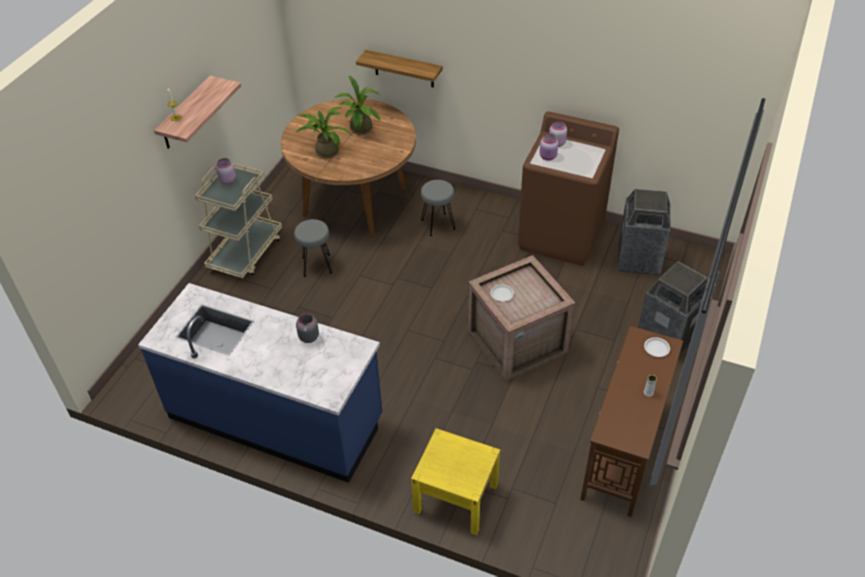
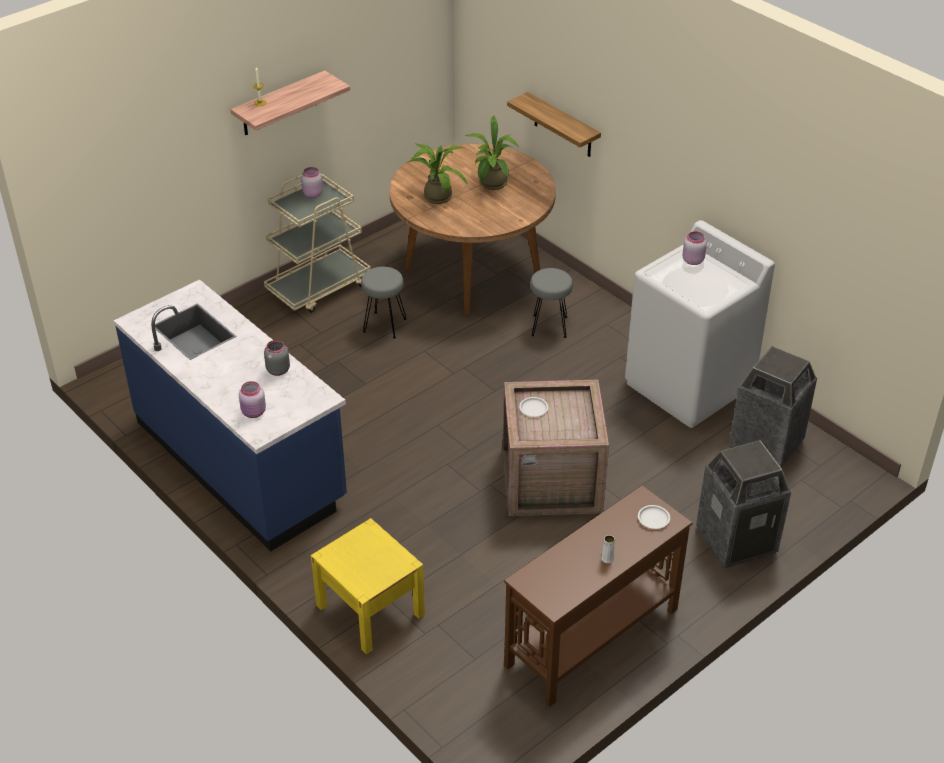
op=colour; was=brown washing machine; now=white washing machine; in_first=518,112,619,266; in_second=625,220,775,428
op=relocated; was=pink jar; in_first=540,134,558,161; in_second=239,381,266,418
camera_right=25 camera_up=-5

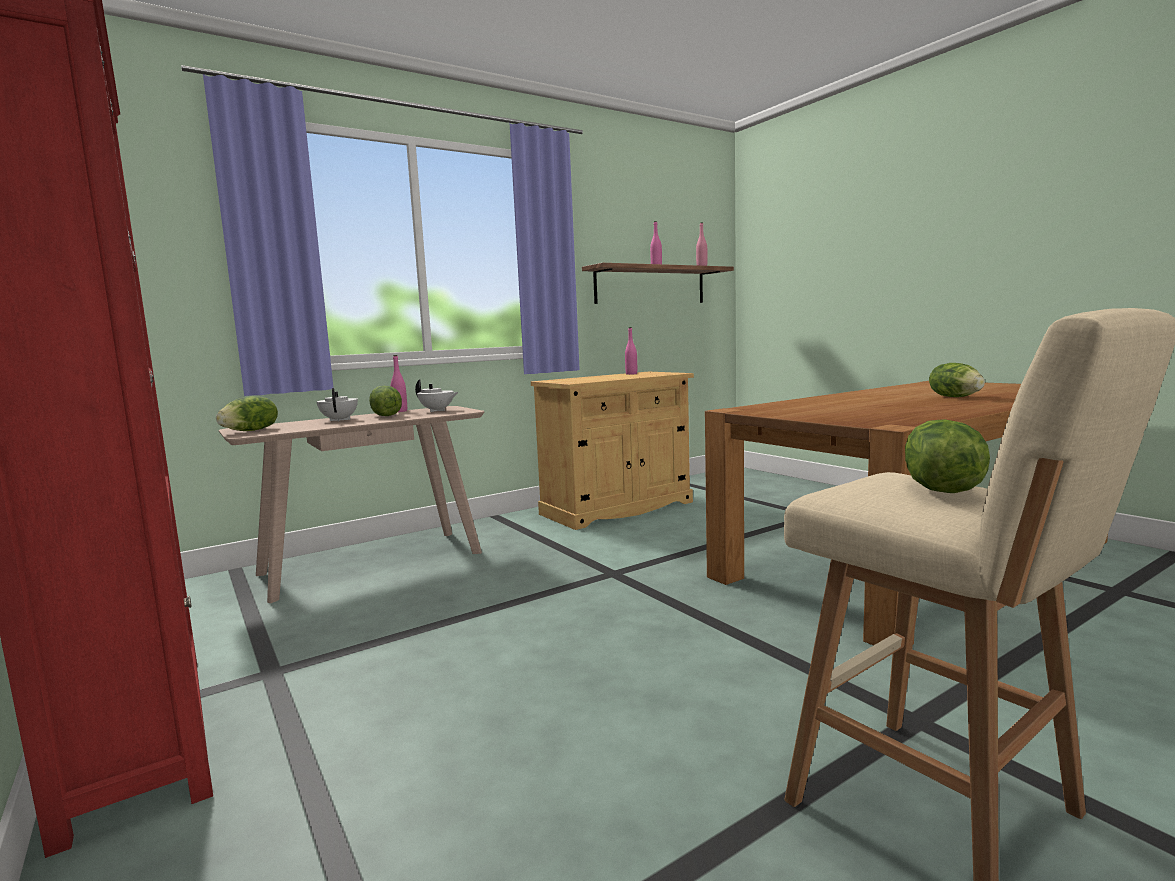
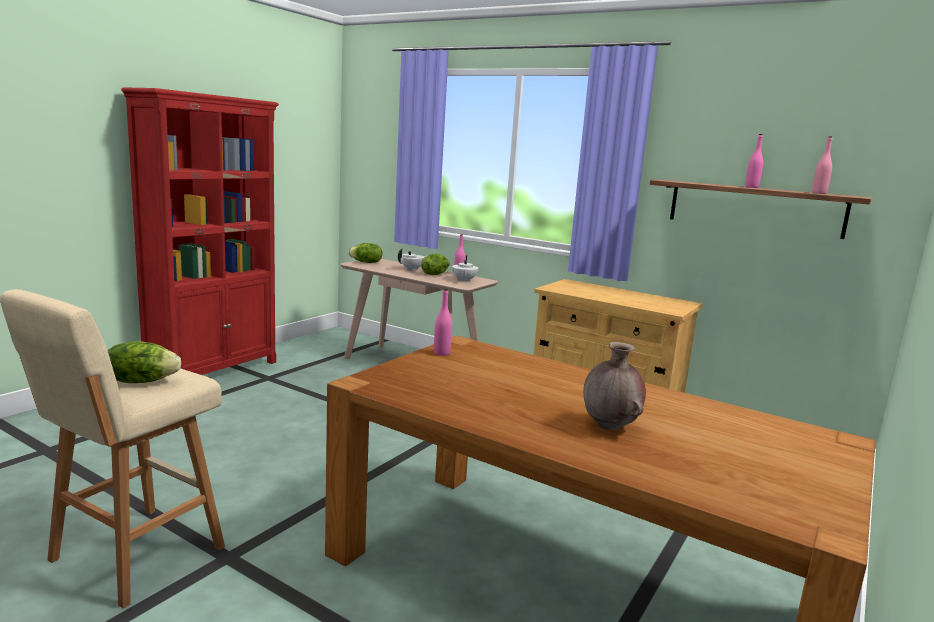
op=relocated; was=pink bottle; in_first=625,327,637,375; in_second=434,289,452,356
op=exchanged; was=lettuce; now=brown vase; in_first=929,363,985,397; in_second=583,342,646,431
camera_right=65 camera_up=5

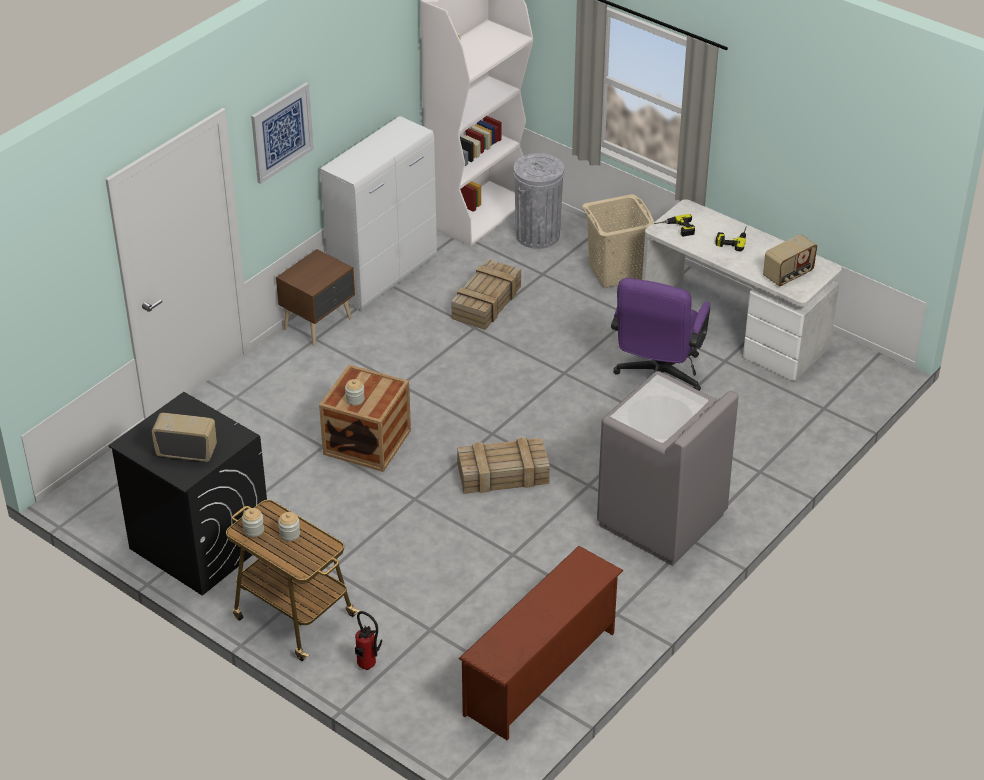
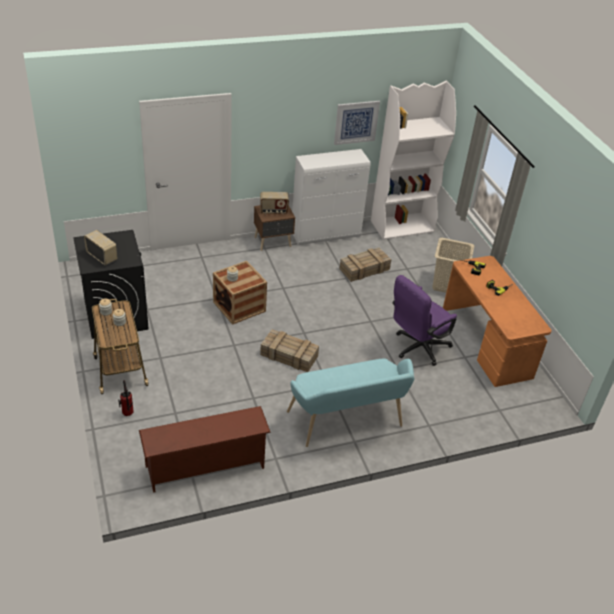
op=relocated; was=picture; in_first=251,82,314,184; in_second=334,101,380,145
op=missing; was=grey trash can; in_first=514,153,564,249
op=colour; was=white desk; now=orange desk; in_first=642,199,842,381; in_second=443,256,552,387
op=relocated; was=radio; in_first=763,234,817,286; in_second=260,192,289,214
op=exchanged; was=grey washing machine; now=turquoise bench; in_first=597,371,739,566; in_second=287,359,414,447
camera_right=30 camera_up=0

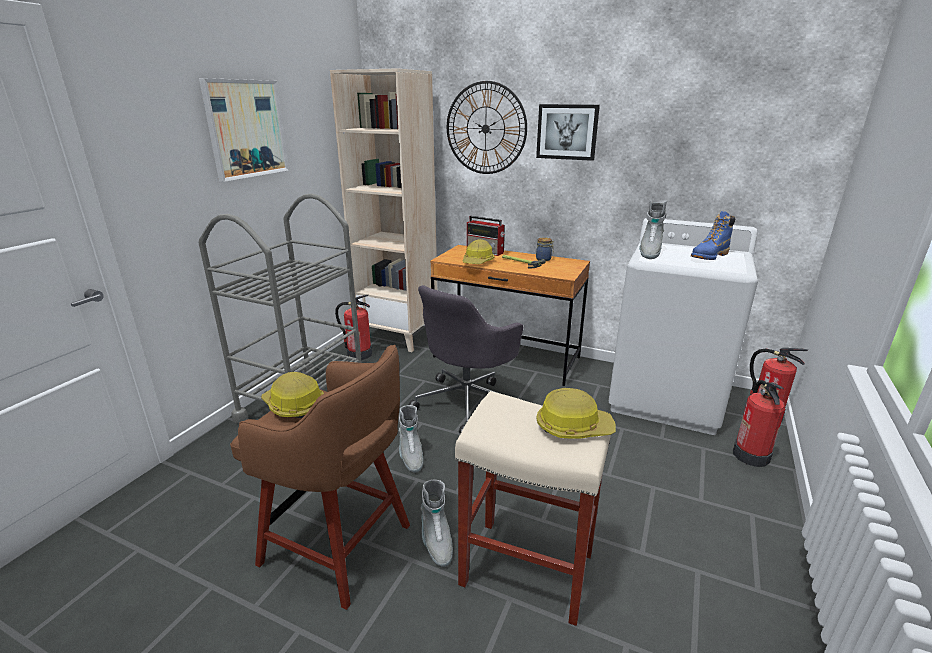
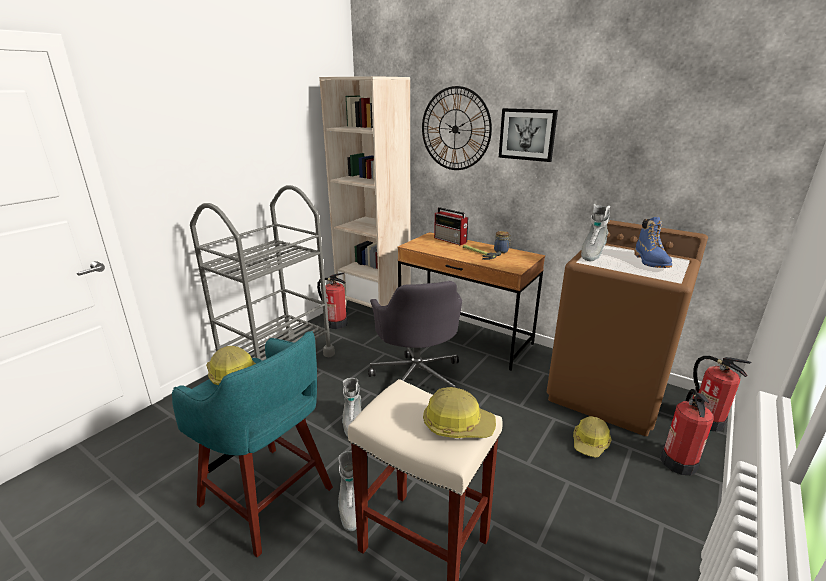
op=missing; was=picture; in_first=199,78,289,182
op=spun; was=blue boot; in_first=691,211,735,260; in_second=634,217,672,268; clockwise=-60
op=colour; was=white washing machine; now=brown washing machine; in_first=609,218,758,435; in_second=547,220,708,436
op=relocated; was=hard hat; in_first=462,239,495,264; in_second=573,416,612,458
op=spun; was=grey office chair; in_first=409,285,523,434; in_second=368,281,462,388; clockwise=-60
op=colour; was=brown stool; now=turquoise stool; in_first=230,345,410,610; in_second=172,331,333,557
camera_right=10 camera_up=0

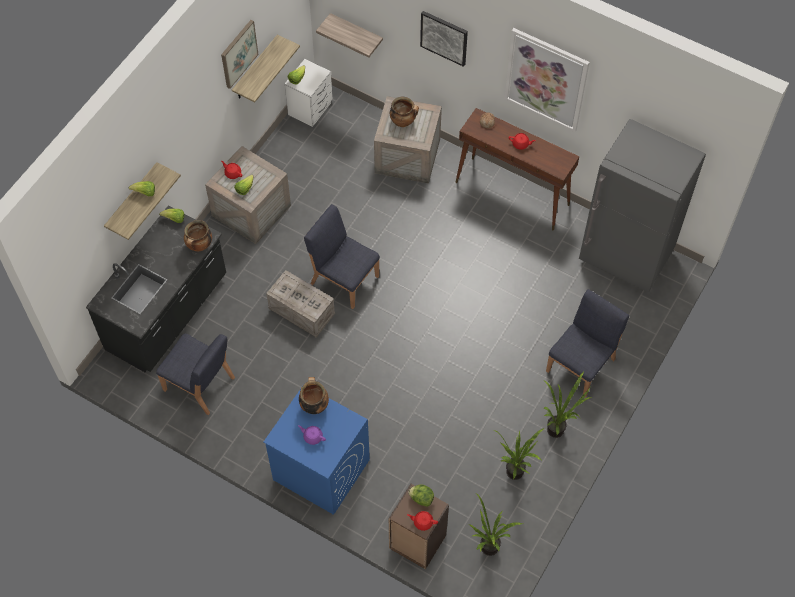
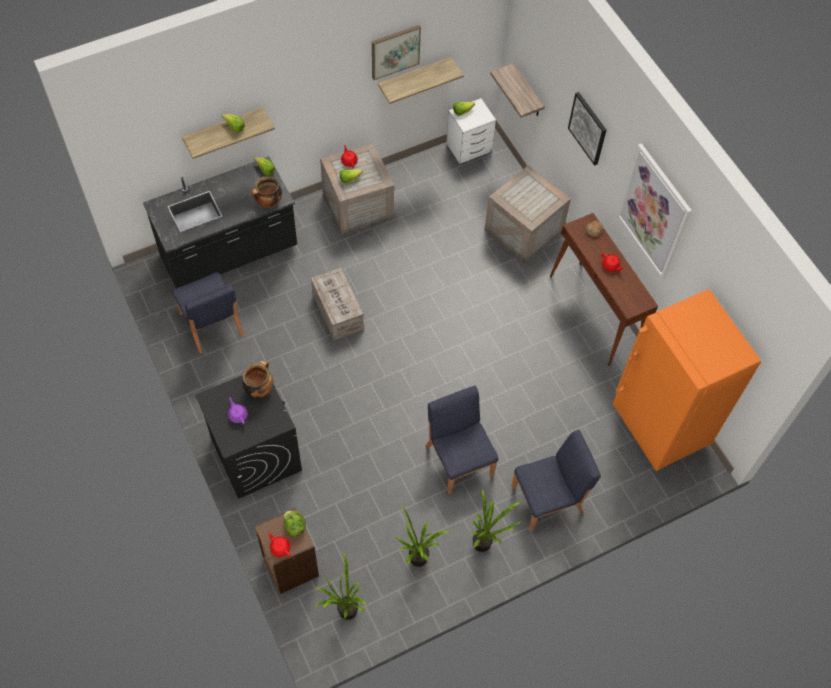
op=missing; was=cooking pot; in_first=390,97,419,127
op=colour; was=grey fridge; now=orange fridge; in_first=579,119,706,293; in_second=613,289,761,471
op=relocated; was=blue chair; in_first=304,204,380,309; in_second=425,386,498,494
op=colour; was=blue washing machine; now=black washing machine; in_first=263,387,370,515; in_second=195,375,302,499
camera_right=30 camera_up=0

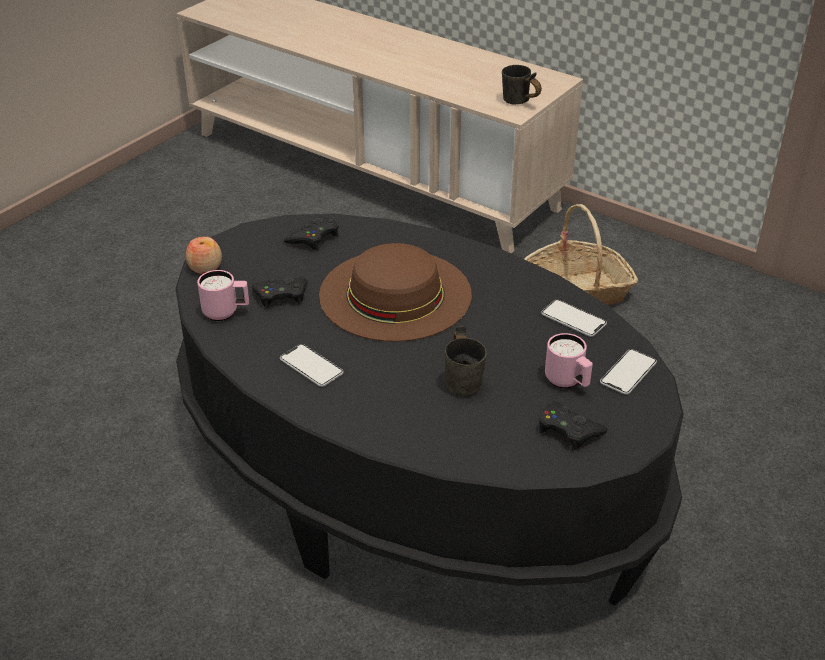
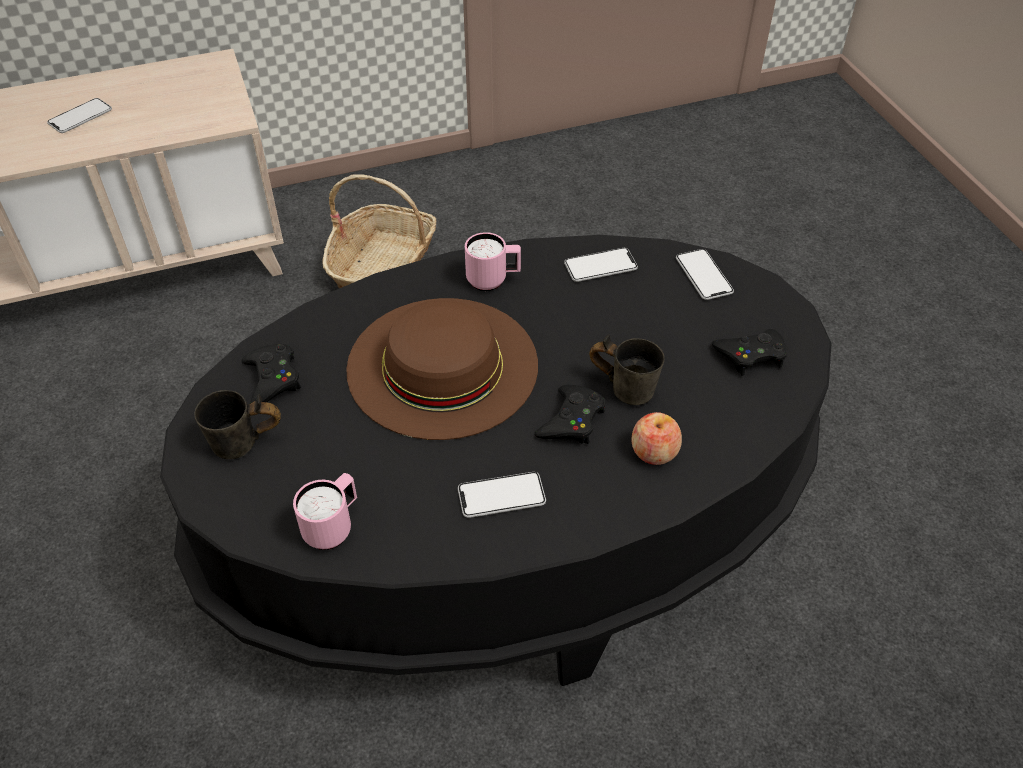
op=relocated; was=grey mug; in_first=502,65,542,104; in_second=194,390,281,459
op=relocated; was=apple; in_first=186,237,222,274; in_second=632,412,682,465
op=relocated; was=black game controller; in_first=252,277,308,309; in_second=534,385,606,444
op=relocated; was=pink mug; in_first=545,333,593,388; in_second=465,232,521,291
op=appeared; now=phone; in_second=47,98,112,133
camera_right=-55 camera_up=10

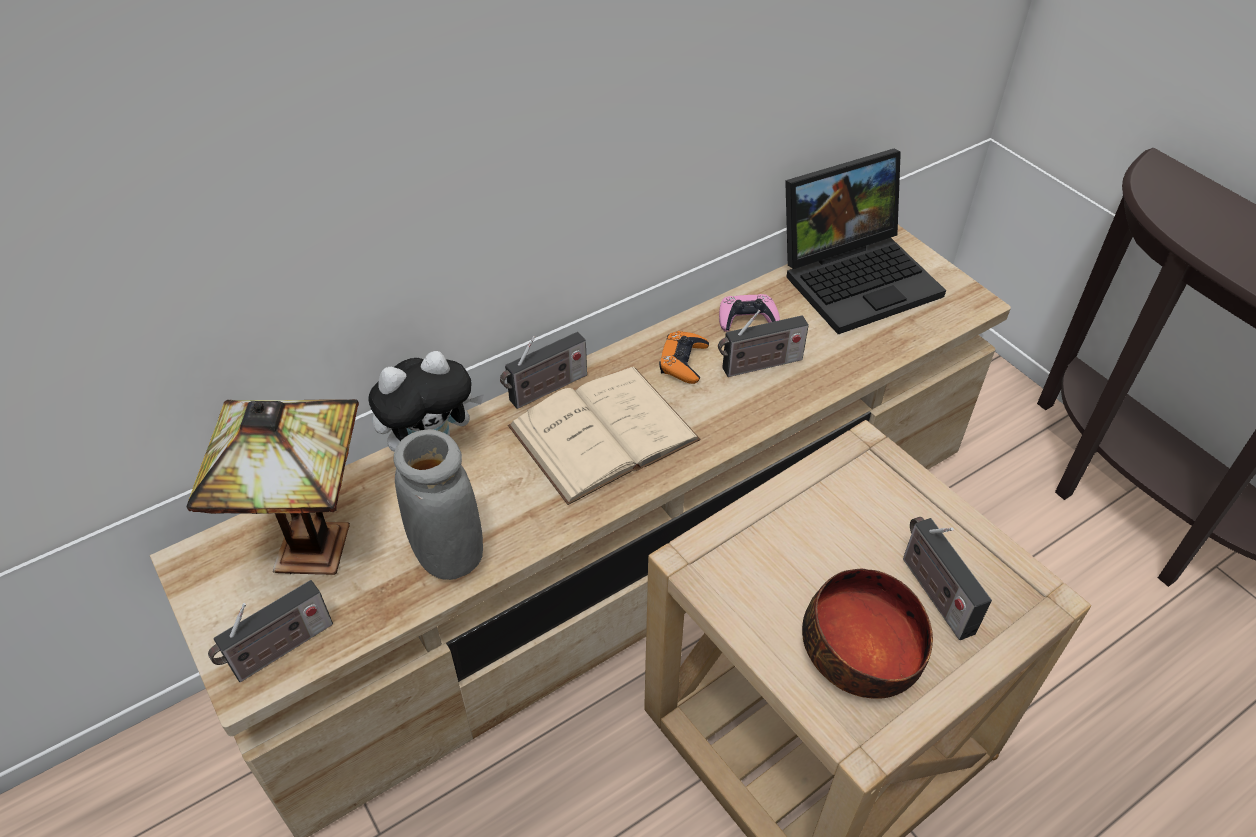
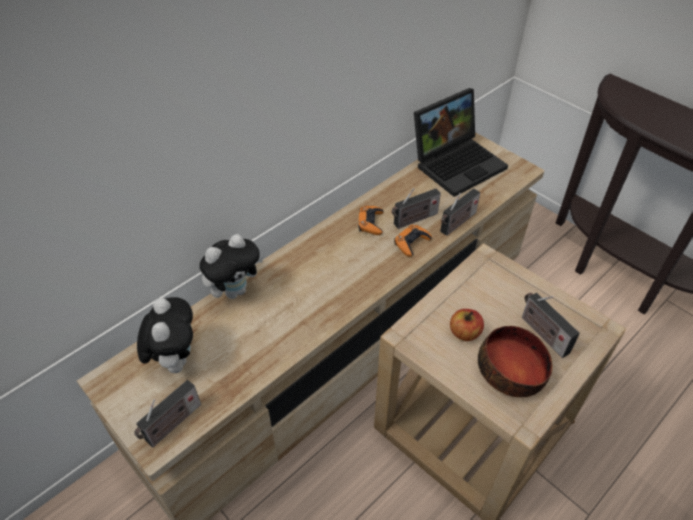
op=missing; was=pink game controller; in_first=719,294,780,332
op=relocated; was=radio; in_first=500,332,587,409; in_second=440,188,480,236
op=missing; was=beige book; in_first=508,367,701,505
op=exchanged; was=table lamp; now=plush toy; in_first=186,399,359,575; in_second=137,297,193,373
op=missing; was=grey vase; in_first=394,429,483,580
op=appeared; now=orange game controller; in_second=394,225,432,257
op=appeared; now=apple; in_second=450,309,484,341
camera_right=-10 camera_up=0

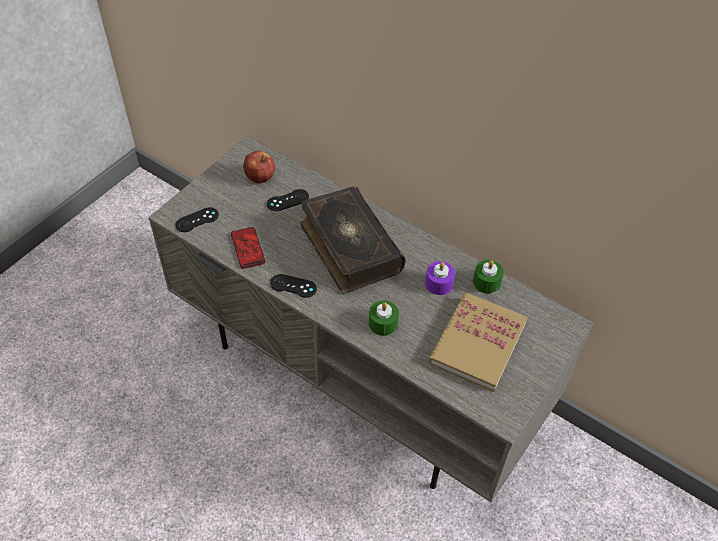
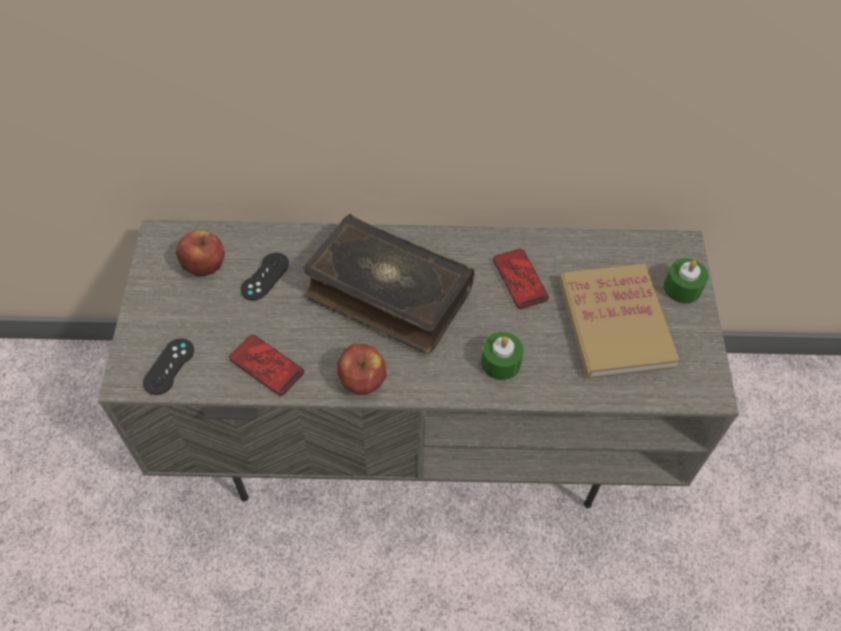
op=relocated; was=green candle; in_first=473,260,504,293; in_second=664,258,708,303
op=exchanged; was=purple candle; now=phone; in_first=425,261,455,295; in_second=493,249,549,309
op=exchanged; was=black game controller; now=apple; in_first=270,274,317,298; in_second=337,344,387,395
camera_right=-35 camera_up=5

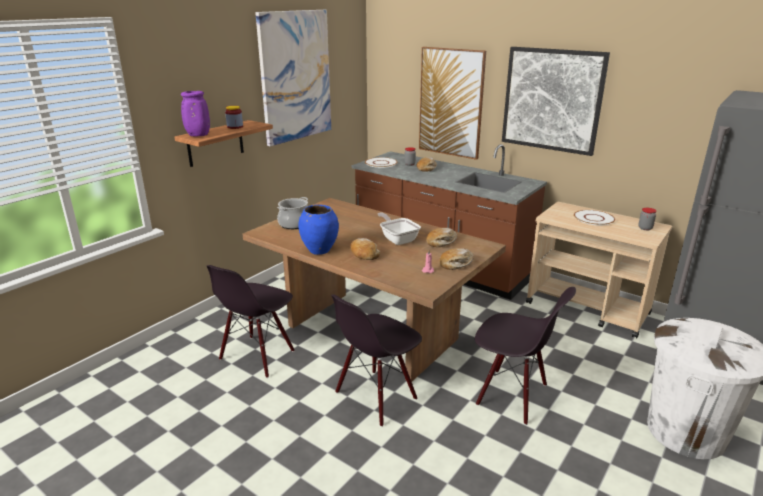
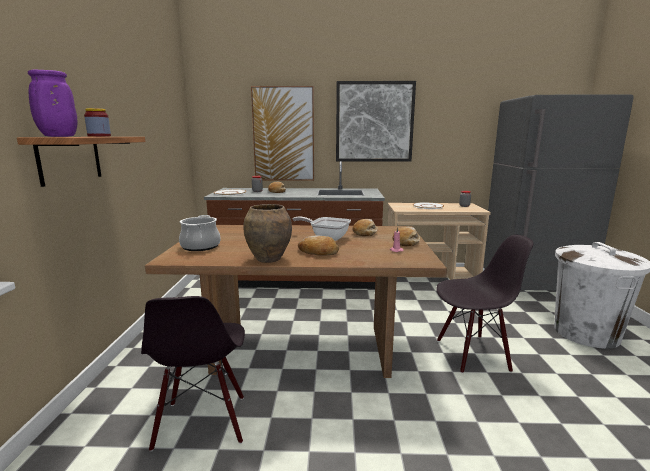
op=missing; was=picture; in_first=255,10,331,146
op=colour; was=blue vase; now=brown vase; in_first=298,205,339,255; in_second=243,204,292,263
op=missing; was=black chair; in_first=331,294,422,427
camera_right=-35 camera_up=-10

